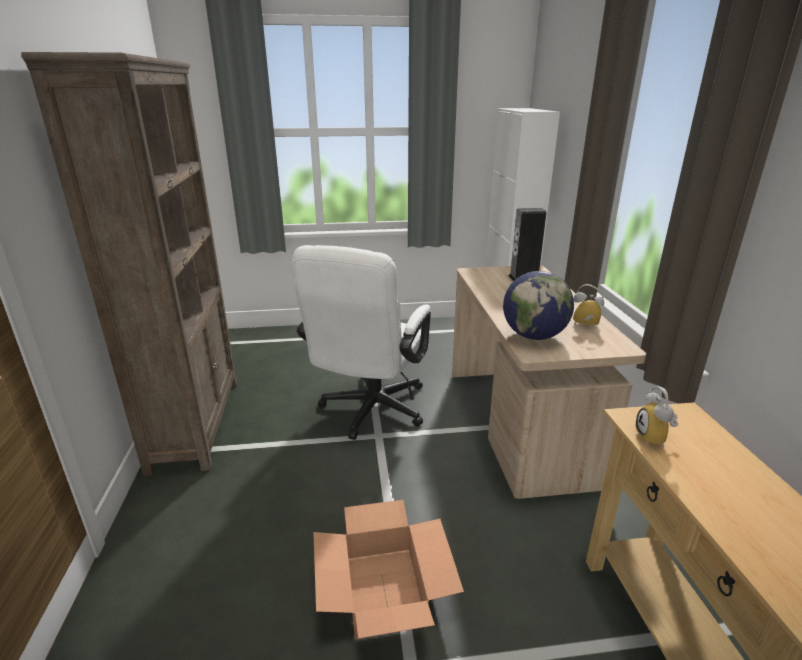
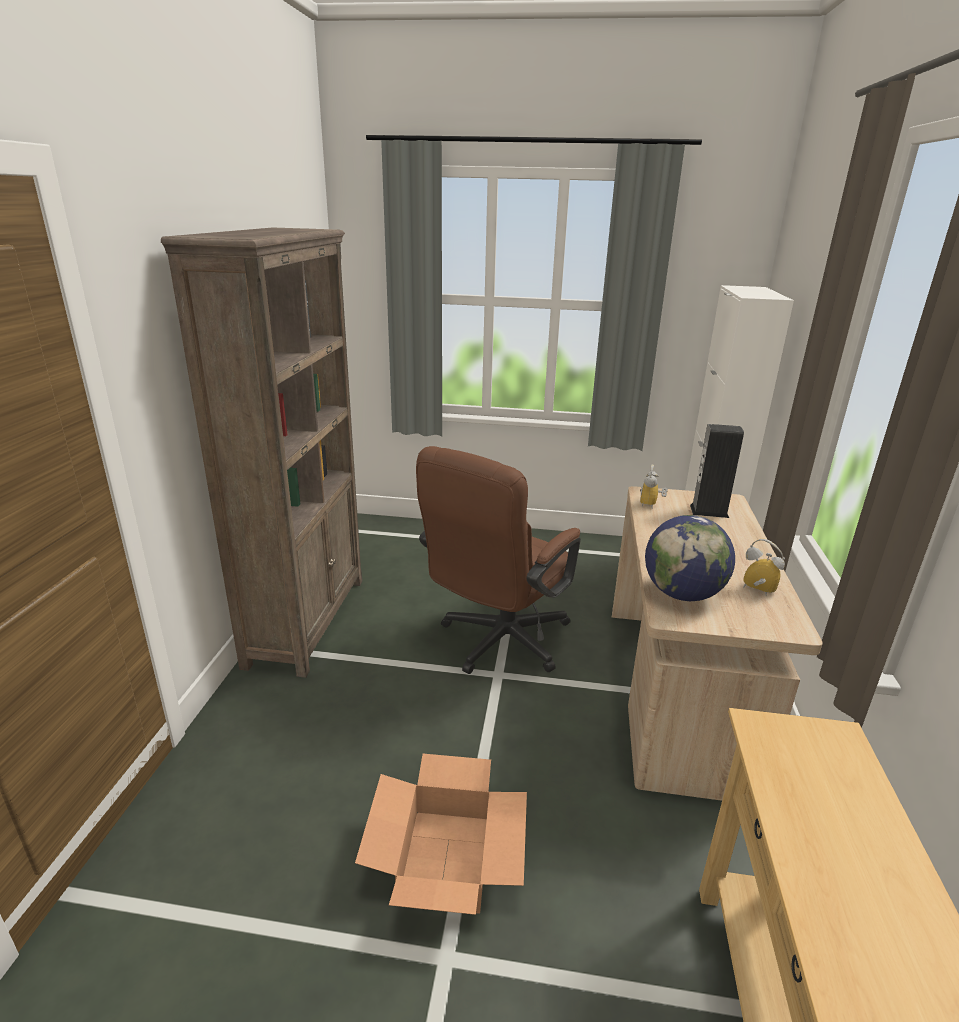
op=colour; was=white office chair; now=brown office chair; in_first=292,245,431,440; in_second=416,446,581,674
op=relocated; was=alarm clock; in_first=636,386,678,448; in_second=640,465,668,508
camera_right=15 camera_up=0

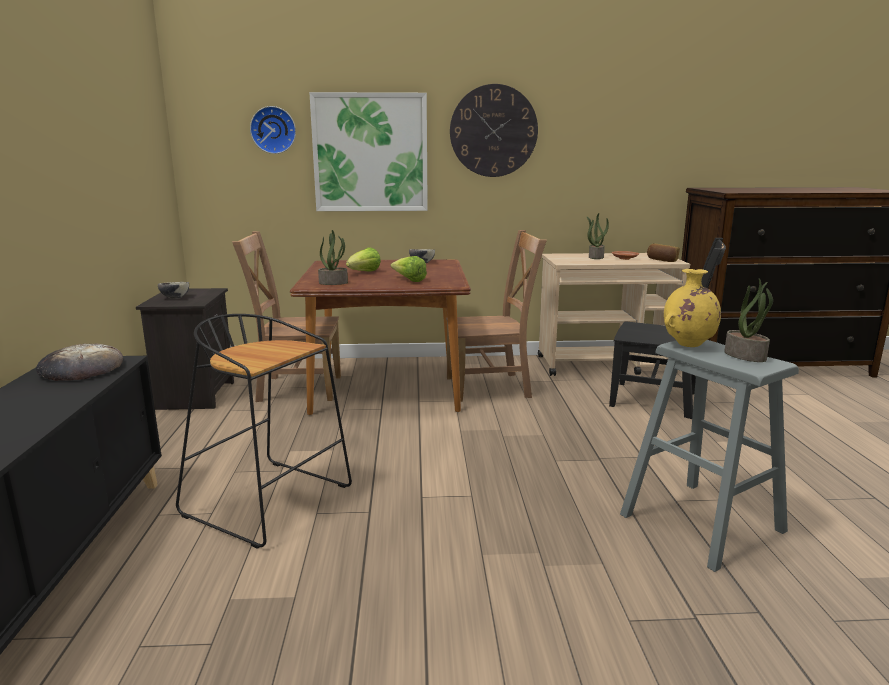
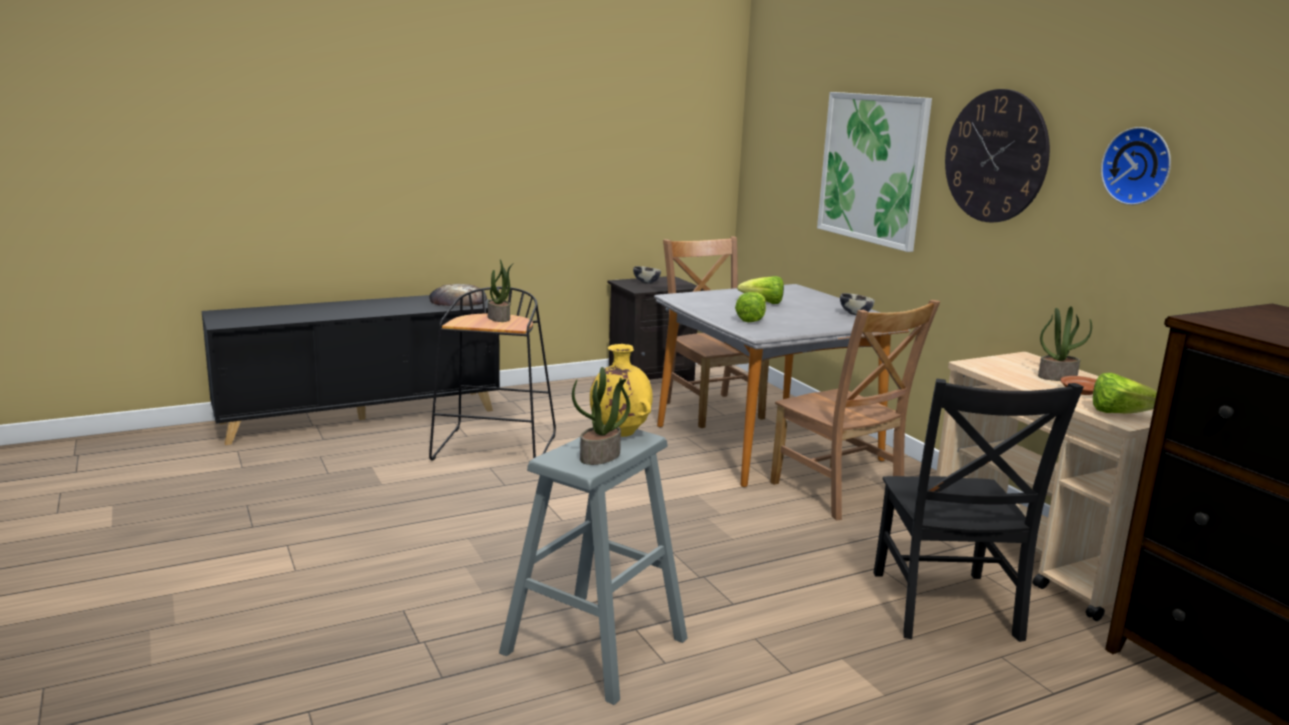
op=relocated; was=wall clock; in_first=250,106,296,154; in_second=1101,127,1171,205
op=relocated; was=potted plant; in_first=318,230,348,285; in_second=488,260,514,322
op=exchanged; was=bread; now=lettuce; in_first=647,243,680,262; in_second=1093,373,1157,414
op=colour; was=brown dining table; now=grey dining table; in_first=290,260,471,415; in_second=654,284,910,487
camera_right=65 camera_up=0

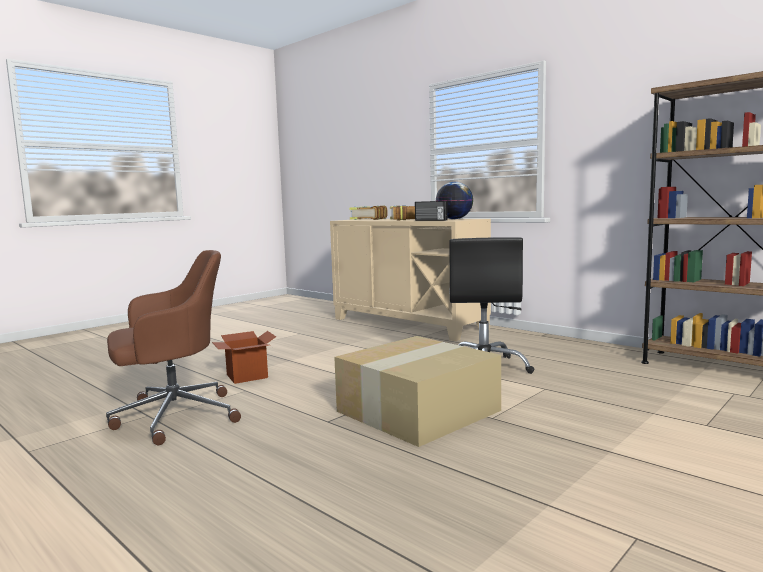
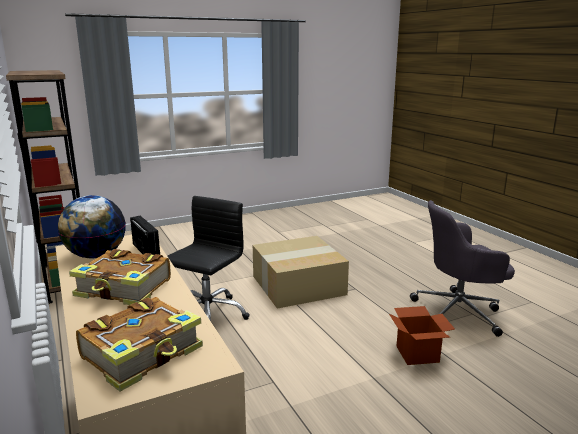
op=colour; was=brown office chair; now=grey office chair; in_first=106,250,241,445; in_second=410,200,515,337
camera_right=-160 camera_up=10

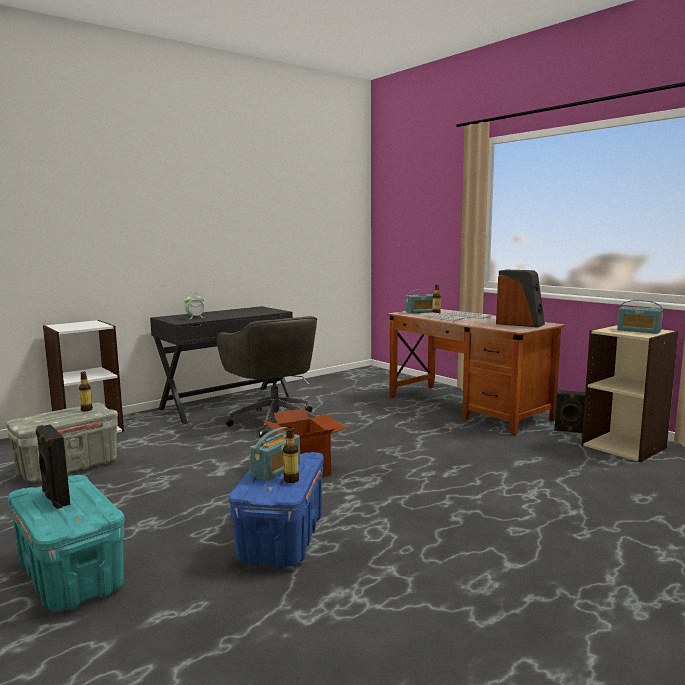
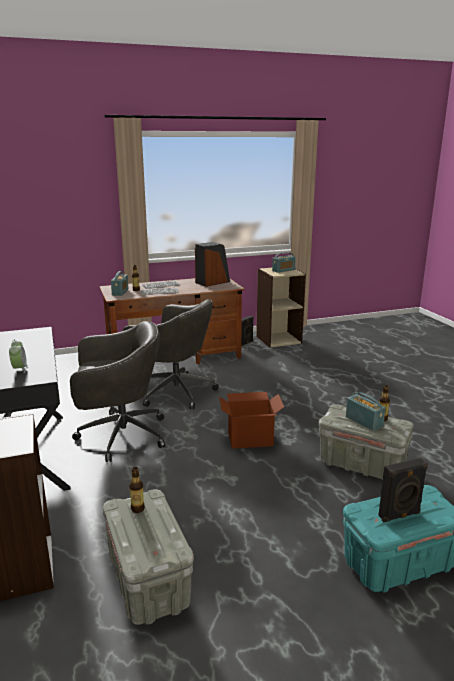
op=colour; was=blue storage box; now=grey storage box; in_first=229,452,324,568; in_second=319,404,414,481
op=appeared; now=grey office chair; in_second=123,299,219,409
camera_right=-70 camera_up=10

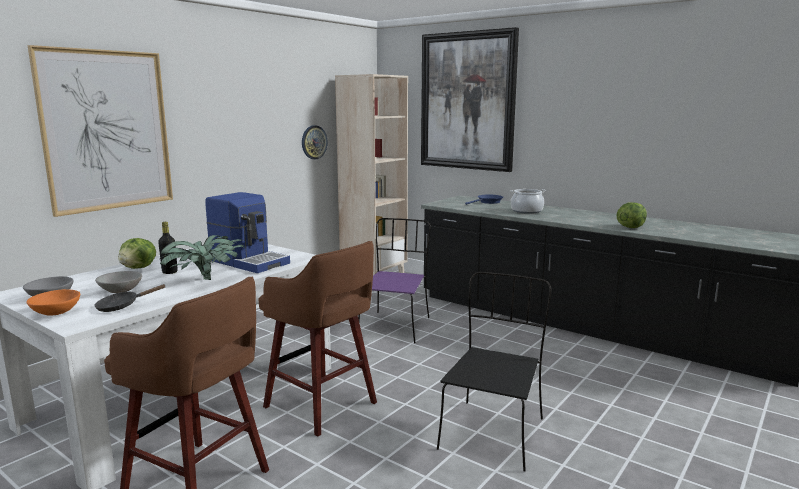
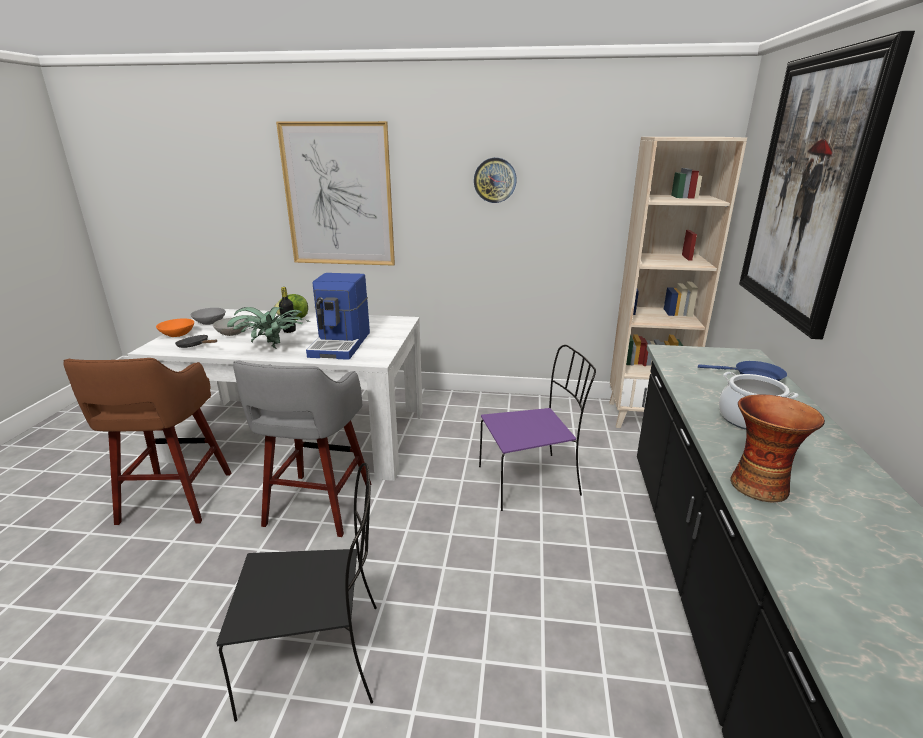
op=relocated; was=wall clock; in_first=302,125,328,159; in_second=474,158,517,203
op=missing; was=lettuce; in_first=617,203,647,228
op=colour; was=brown stool; now=grey stool; in_first=258,241,377,437; in_second=233,360,371,537
op=appeared; now=vase; in_second=730,394,825,502
camera_right=60 camera_up=10

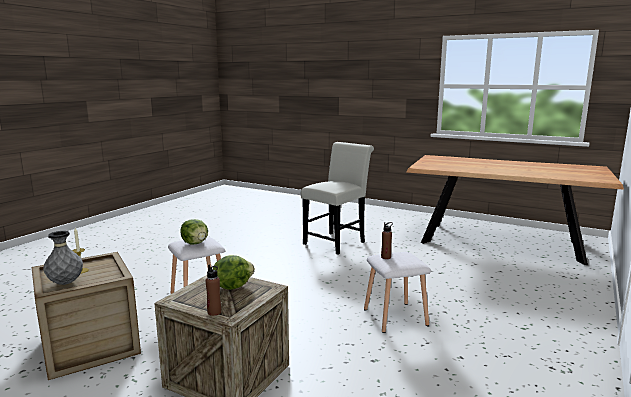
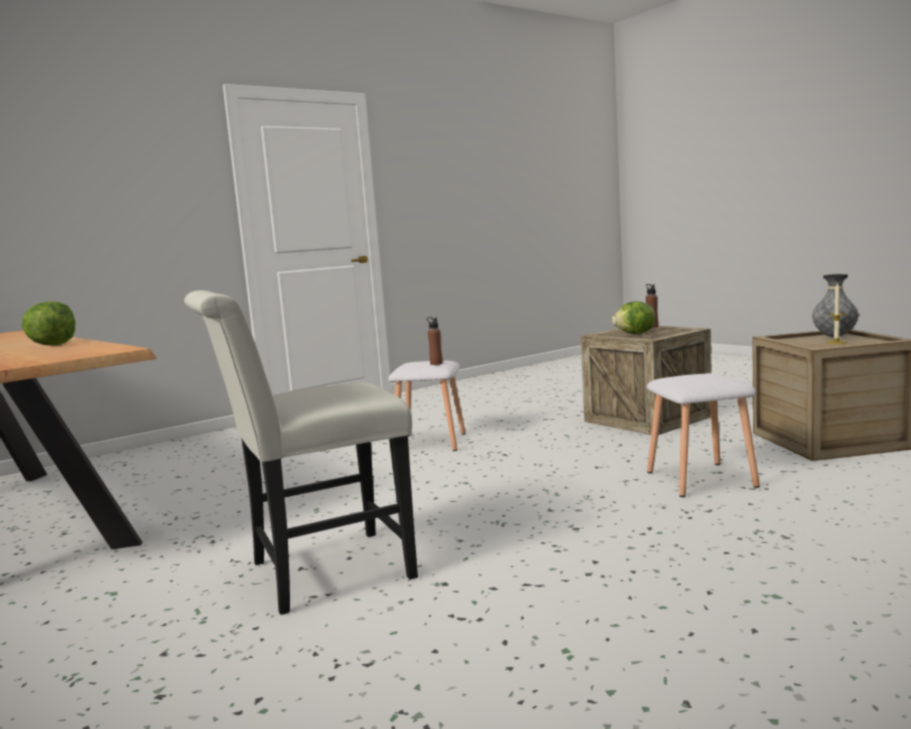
op=relocated; was=lettuce; in_first=180,219,208,245; in_second=22,302,75,345
camera_right=-155 camera_up=-5

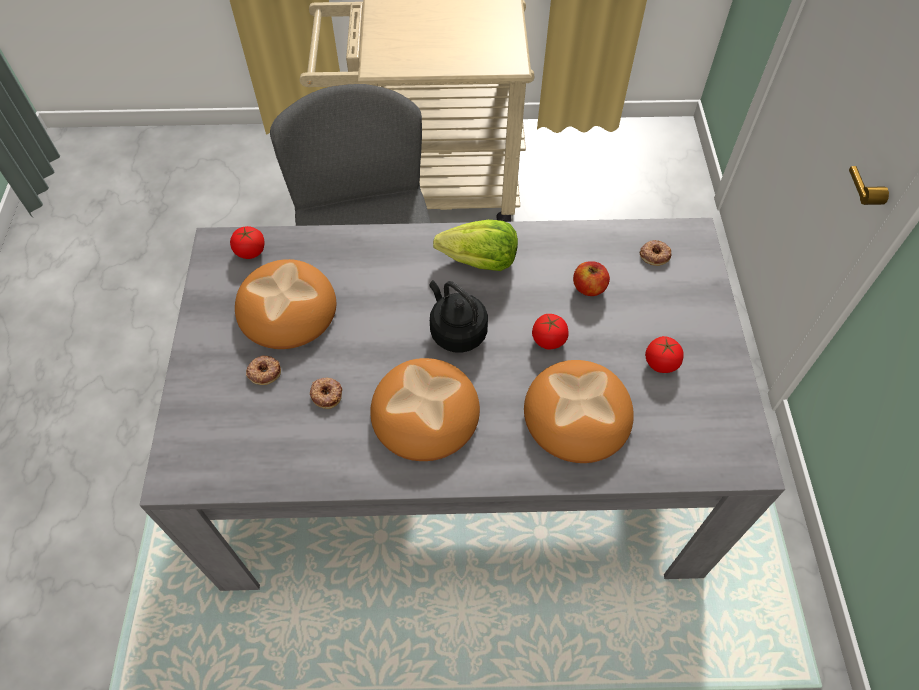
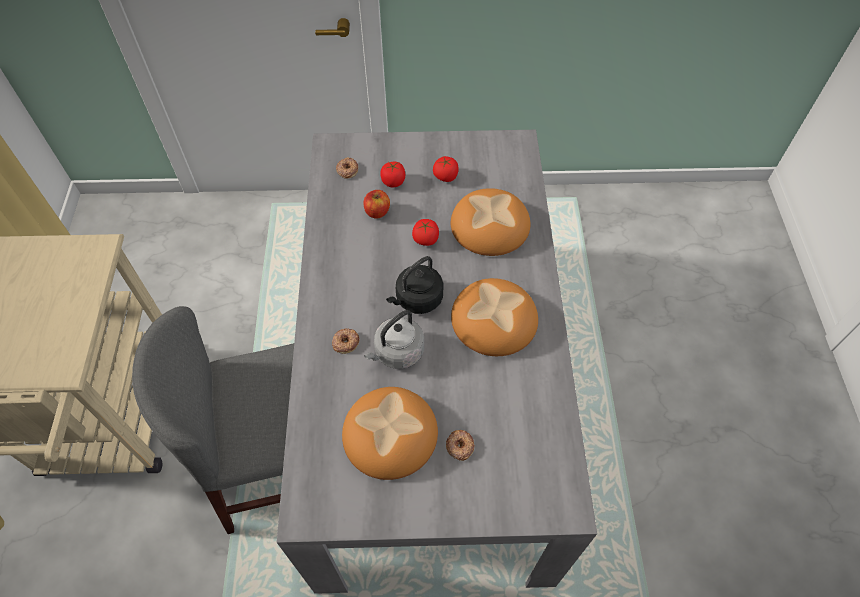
op=missing; was=lettuce; in_first=433,220,518,271
op=relocated; was=tomato; in_first=230,226,264,259; in_second=380,162,405,187
op=relocated; was=donut; in_first=310,378,343,409; in_second=332,329,360,354
op=appeared; now=grey kettle; in_second=364,310,424,369
camera_right=-90 camera_up=0

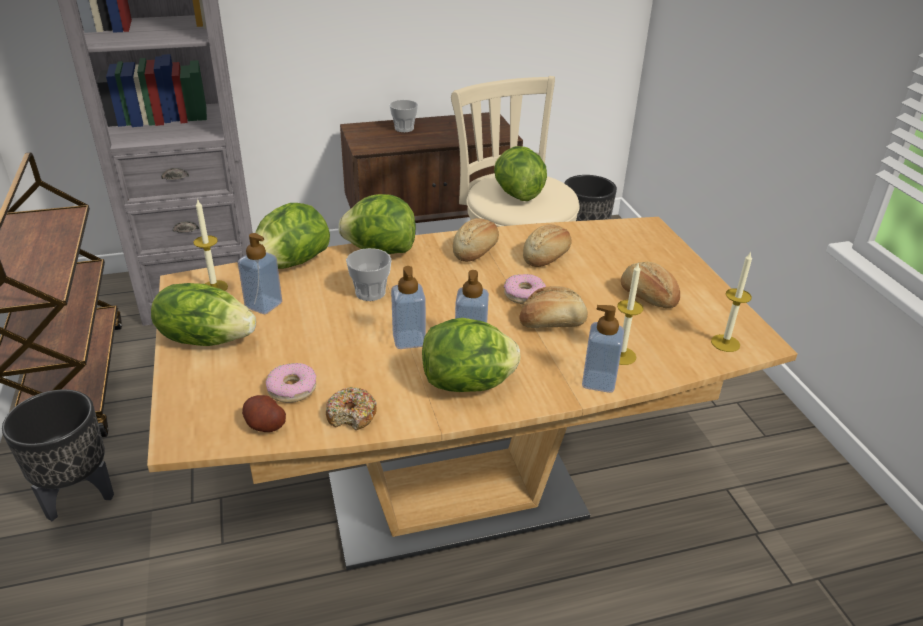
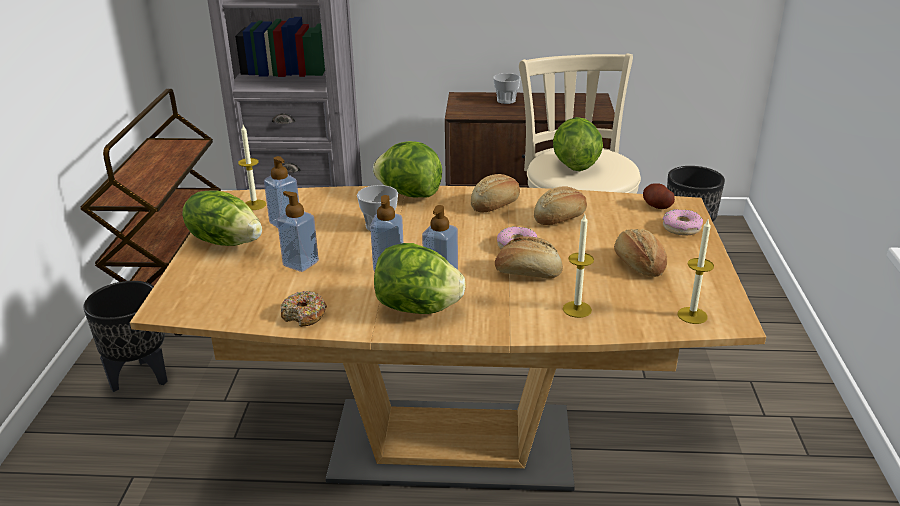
op=missing; was=lettuce; in_first=255,203,330,269
op=relocated; was=soap dispenser; in_first=582,305,624,393; in_second=277,191,319,272
op=relocated; was=donut; in_first=266,363,316,403; in_second=663,209,703,236
op=relocated; was=potato; in_first=242,395,286,432; in_second=643,183,675,209
camera_right=20 camera_up=-5

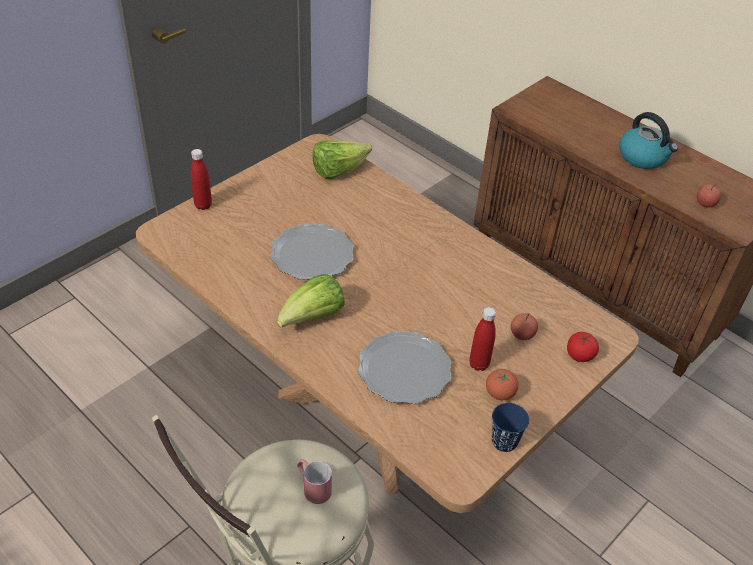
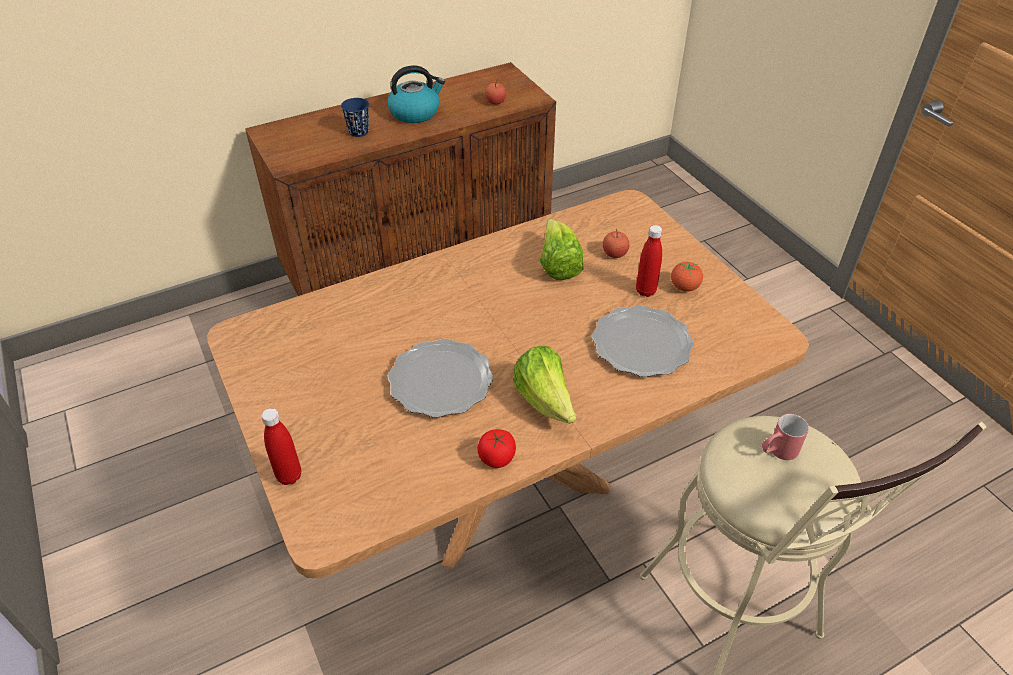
op=relocated; was=lettuce; in_first=312,140,372,179; in_second=540,219,583,280
op=relocated; was=tomato; in_first=567,332,599,362; in_second=478,429,516,468
op=relocated; was=blue cup; in_first=492,403,529,452; in_second=341,98,369,137
camera_right=-70 camera_up=0

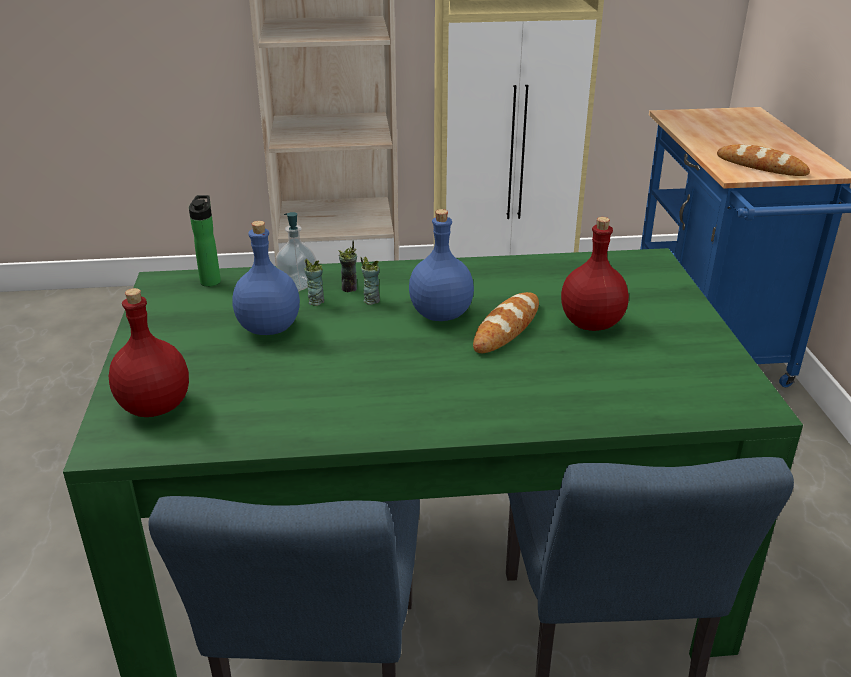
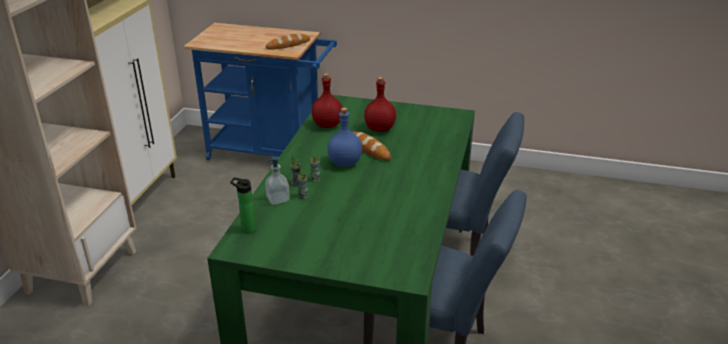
op=missing; was=blue bottle; in_first=232,221,300,335
op=relocated; was=red bottle; in_first=109,288,189,417; in_second=312,73,343,128
camera_right=-70 camera_up=0

